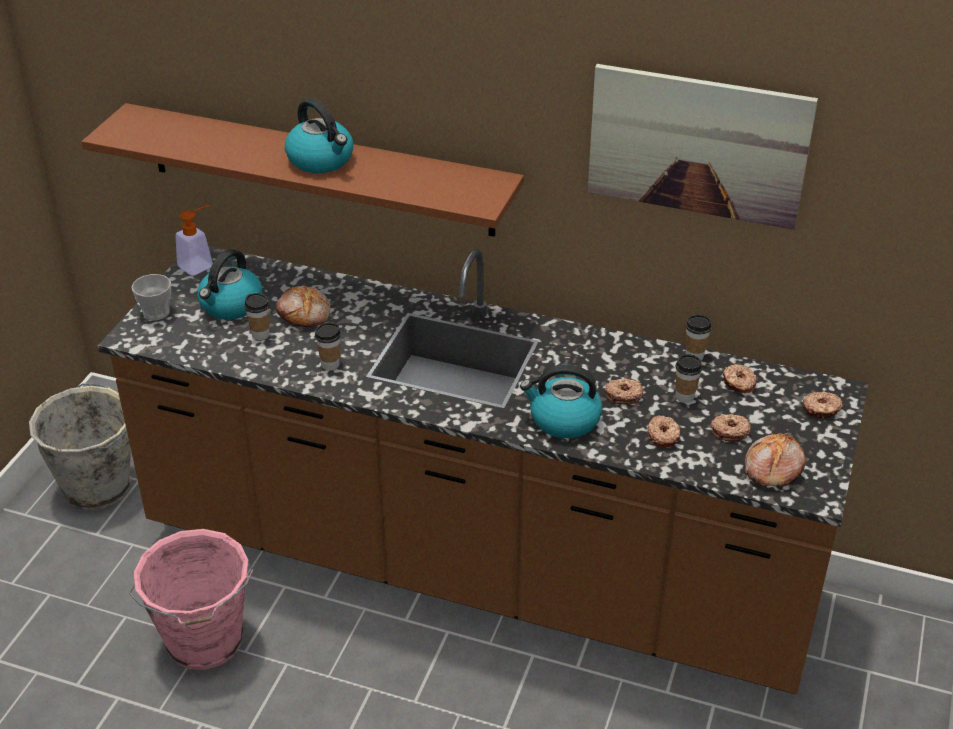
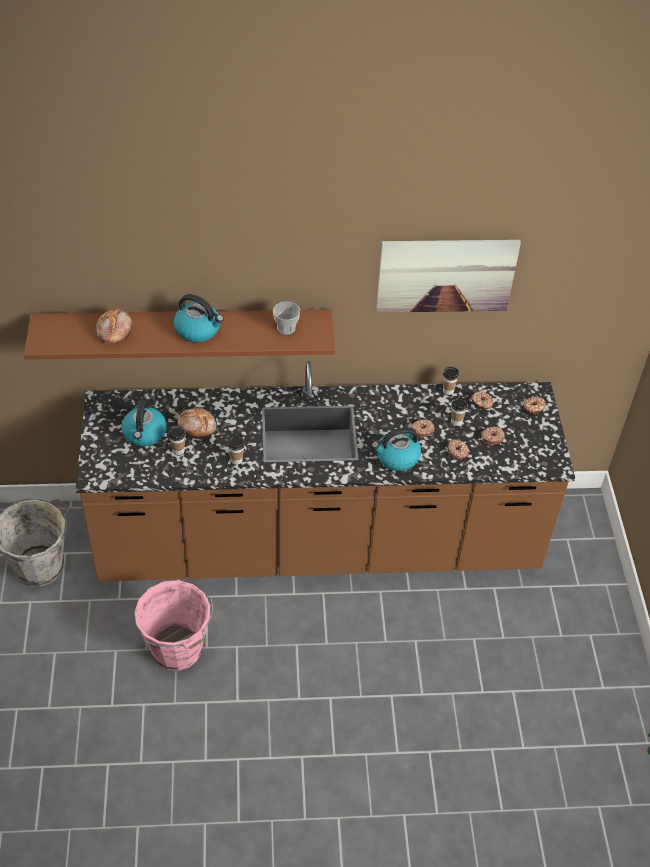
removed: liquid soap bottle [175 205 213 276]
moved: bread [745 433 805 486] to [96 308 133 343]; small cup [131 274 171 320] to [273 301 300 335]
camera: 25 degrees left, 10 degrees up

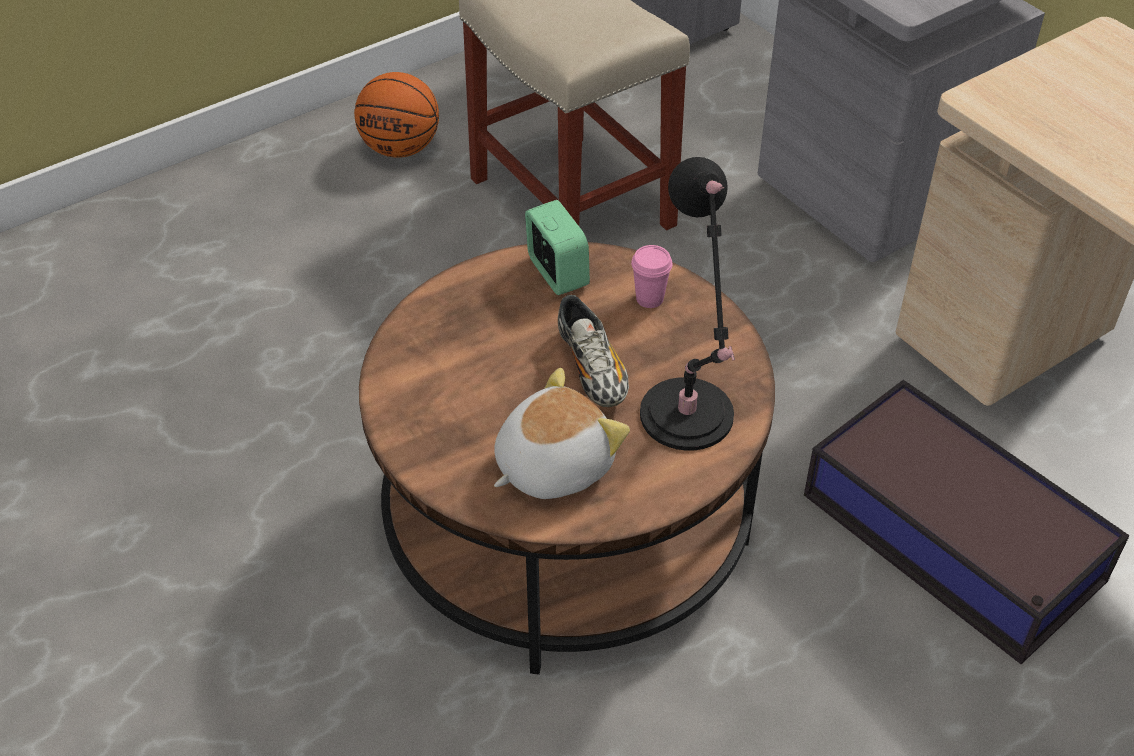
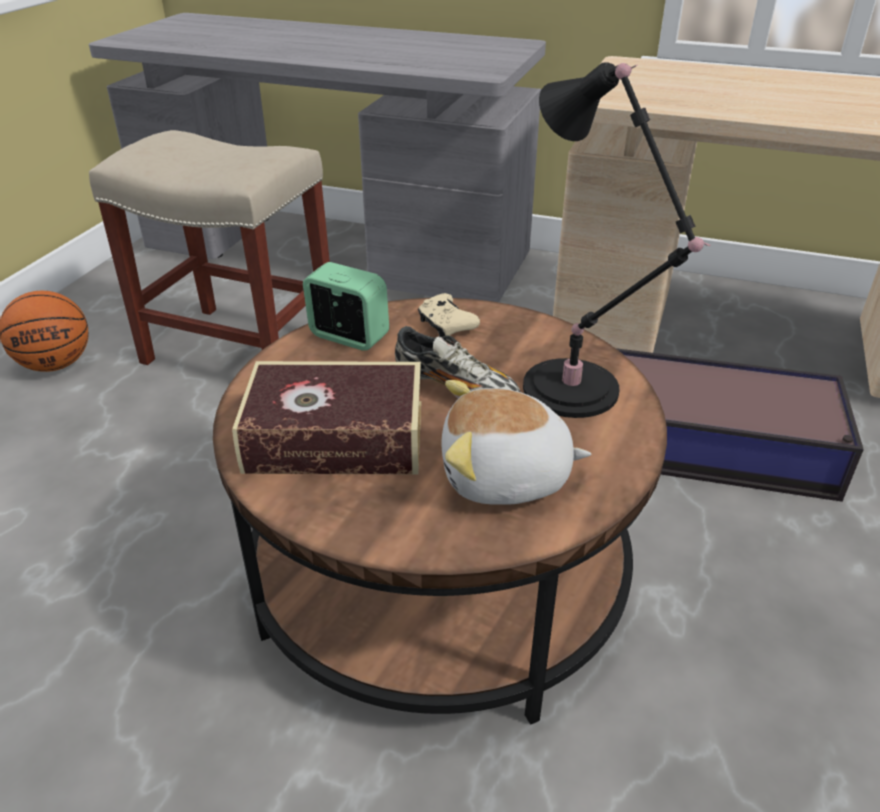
added: book [232 361 421 475]
replaced: pink small cup [631 245 673 308] to sand-coloured joypad [418 293 480 337]
turned: plush toy [494 368 630 499] = [441 380 591 505] 105 degrees counterclockwise
camera: 35 degrees left, 10 degrees down

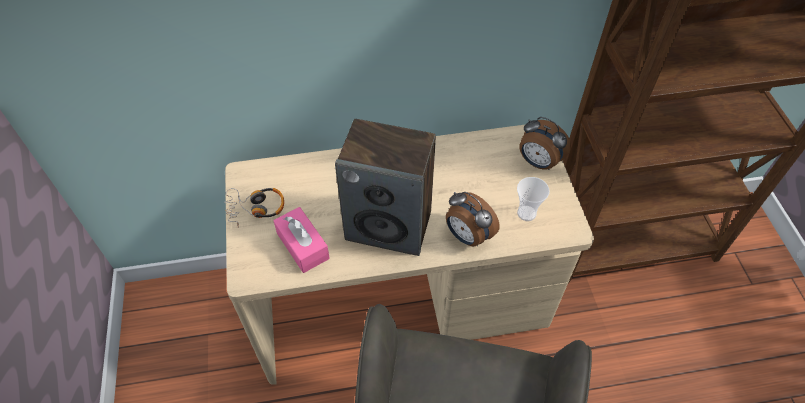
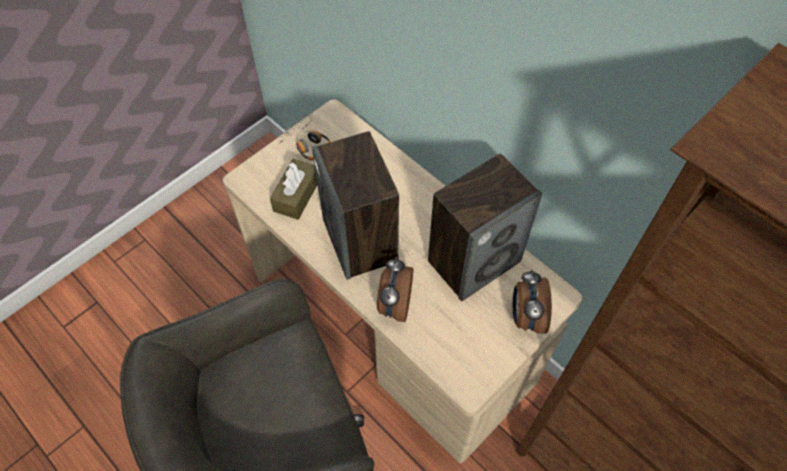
removed: small cup [517 177 550 221]
added: audio speaker [428 153 542 301]
recoloured: pink box of tissues [273 207 330 273] to brown box of tissues [270 159 317 220]
camera: 55 degrees right, 5 degrees up

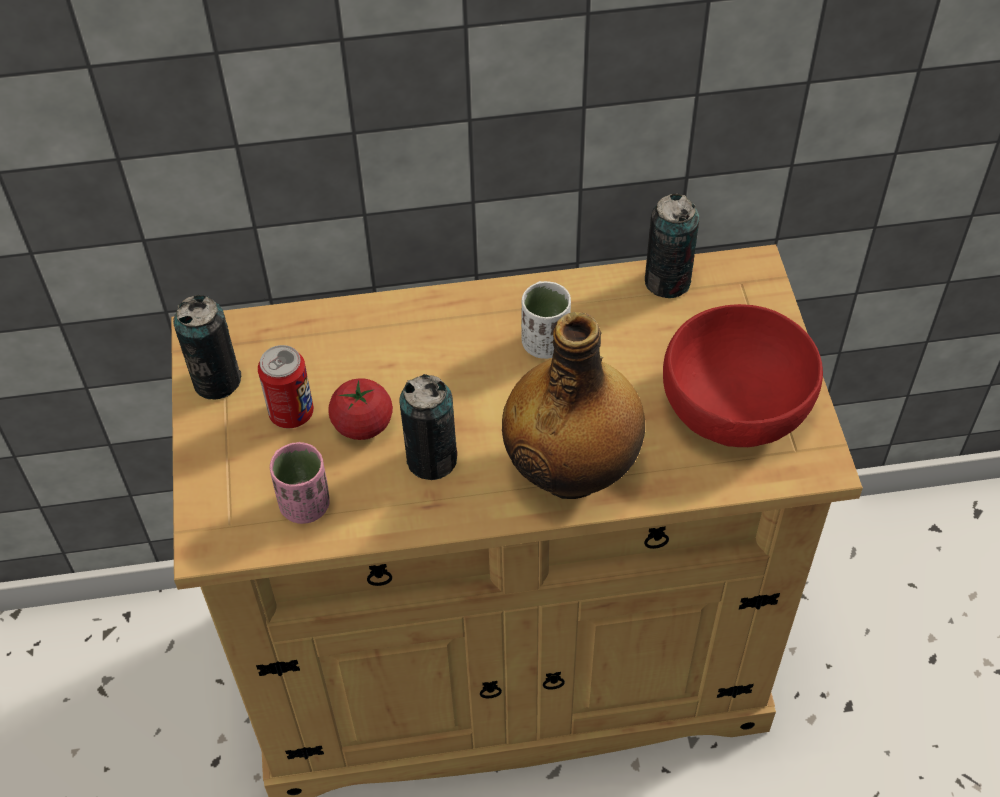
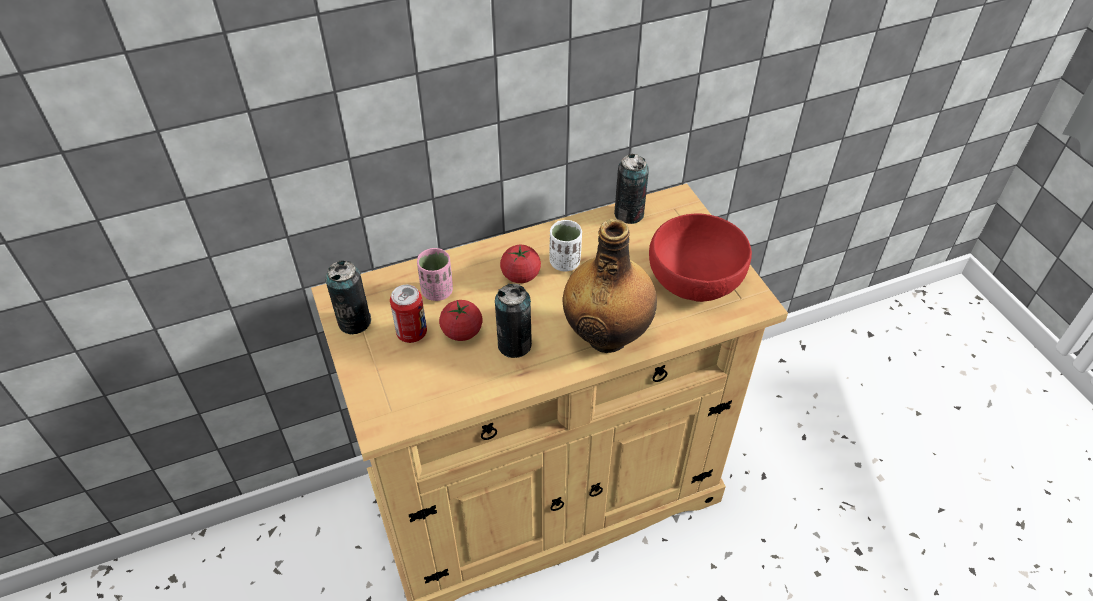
added: whole tomato [500 245 541 283]
moved: pink small cup [270 442 330 524] to [417 248 453 301]
camera: 15 degrees left, 5 degrees down

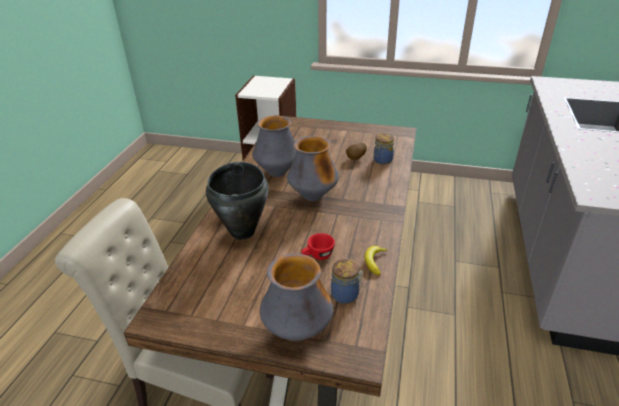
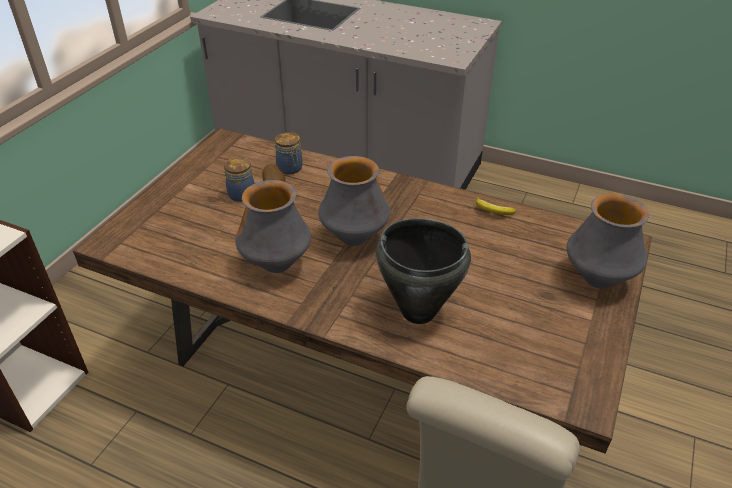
removed: red small cup [301 233 335 260]
moved: jar [331 259 363 304] to [224 157 254 202]
camera: 80 degrees left, 5 degrees up

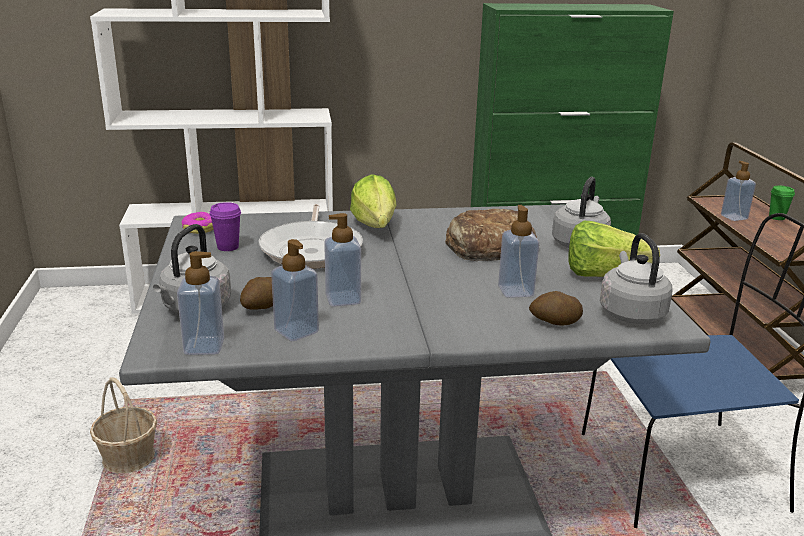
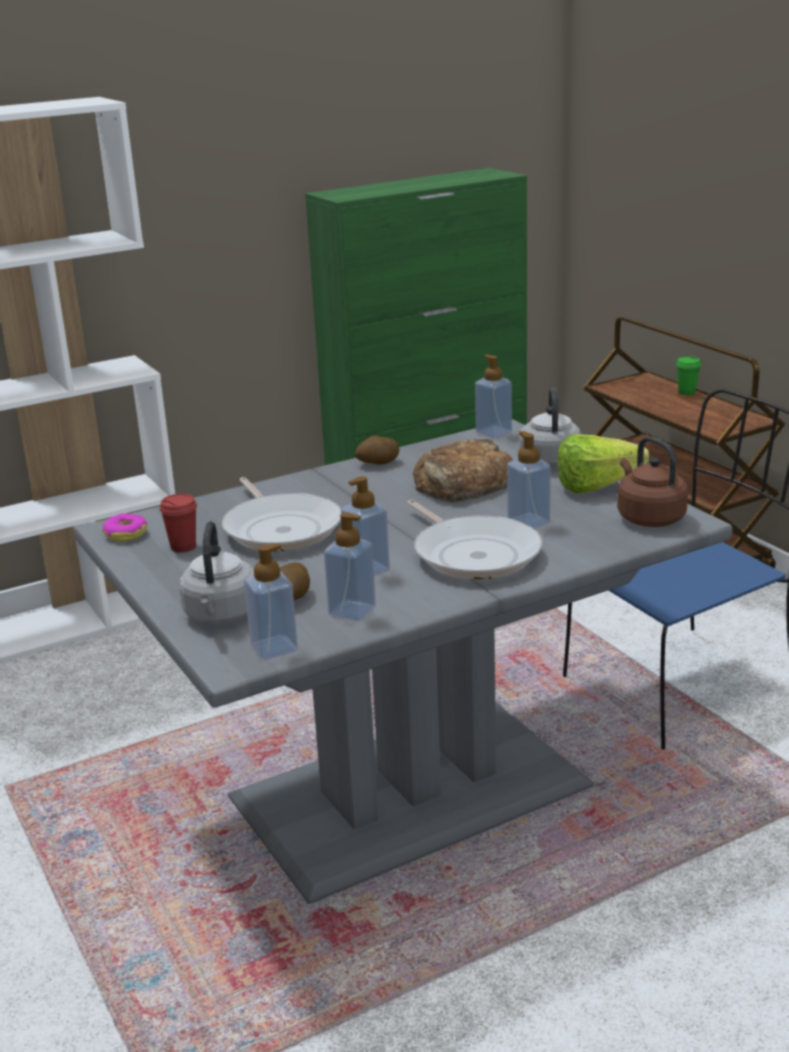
removed: household basket [90 377 157 474]; lettuce head [350 174 396 228]
added: pan [407 500 543 579]
moved: whole potato [529 291 583 326] to [355 436 399 465]; liquid soap bottle [721 161 756 221] to [475 355 512 438]
recoloured: purple small cup [209 202 241 251] to red small cup [160 494 197 553]; greyish tea kettle [600 233 673 324] to brown tea kettle [617 436 688 527]
camera: 20 degrees left, 0 degrees up

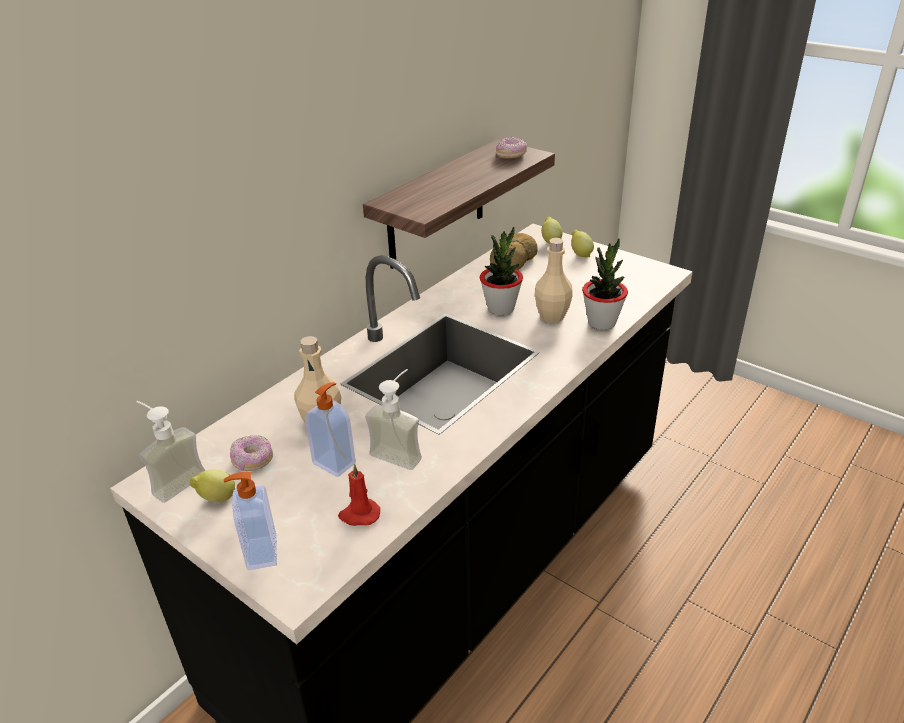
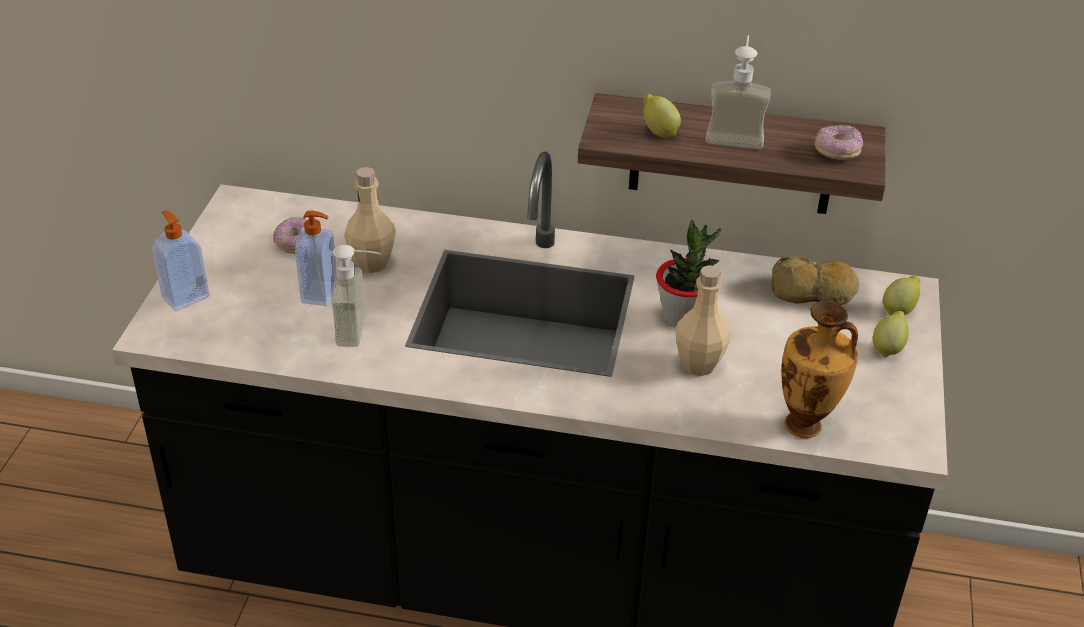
removed: red wax light [338 464 380 526]; potted plant [582 238 628 330]
added: flower vase [781 301 858 438]
moved: whole lemon [189 470 235 503] to [643 94 681 138]; liquid soap bottle [137 401 205 503] to [706 35 771 149]
camera: 60 degrees right, 5 degrees up

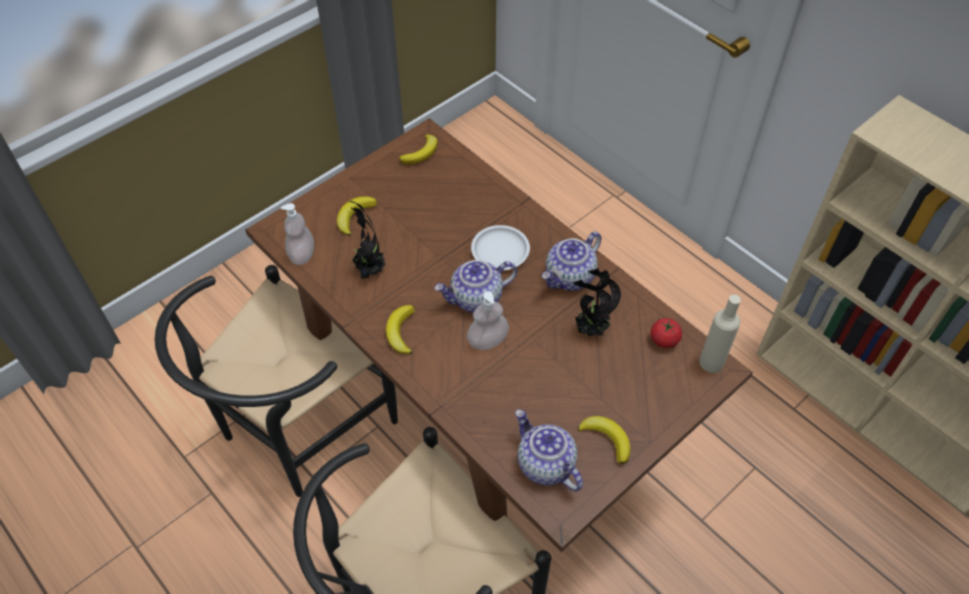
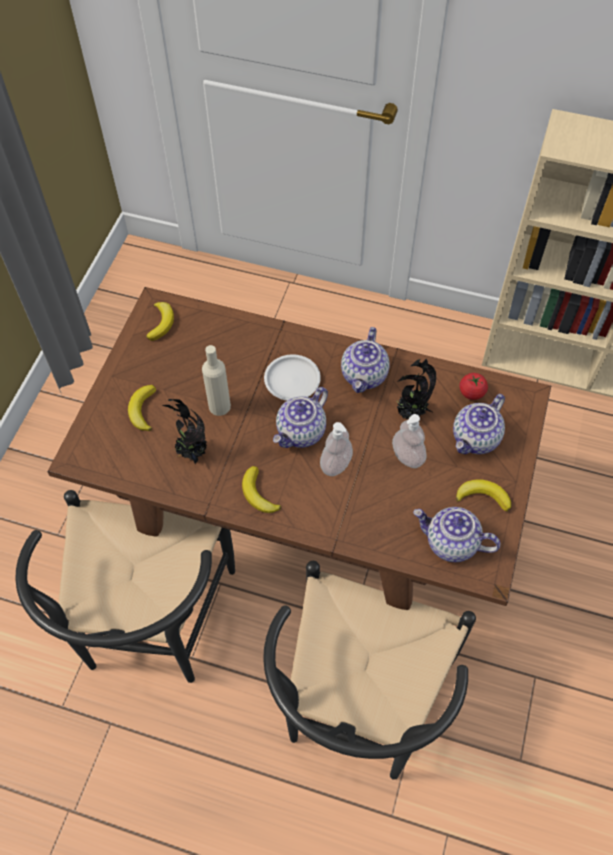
added: pot for tea [453 394 505 454]
moved: sand-coloured bottle [699 295 741 373] to [202 345 231 416]; liquid soap bottle [281 203 314 265] to [392 414 426 468]
camera: 30 degrees left, 5 degrees up

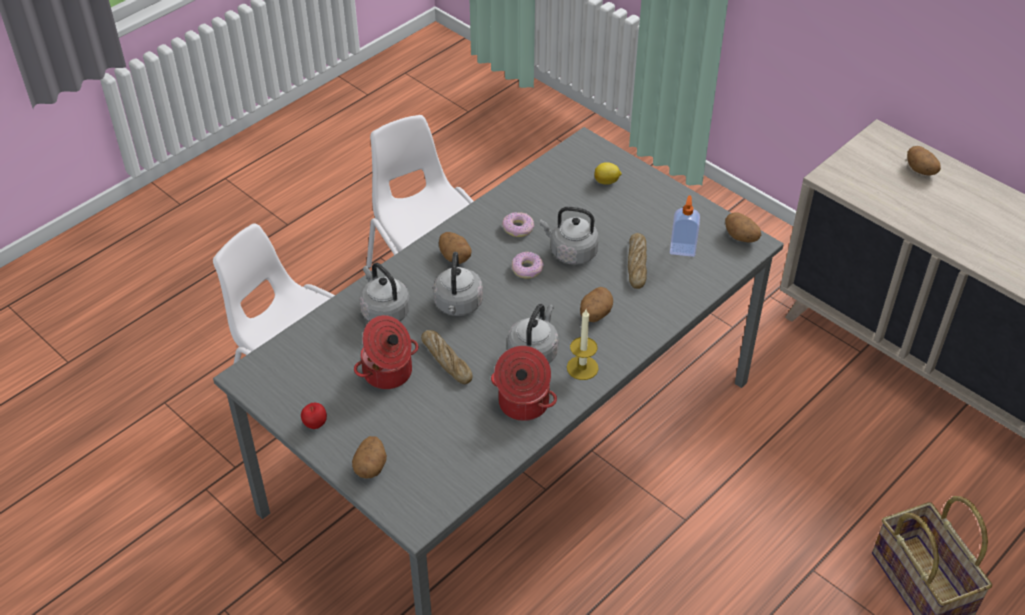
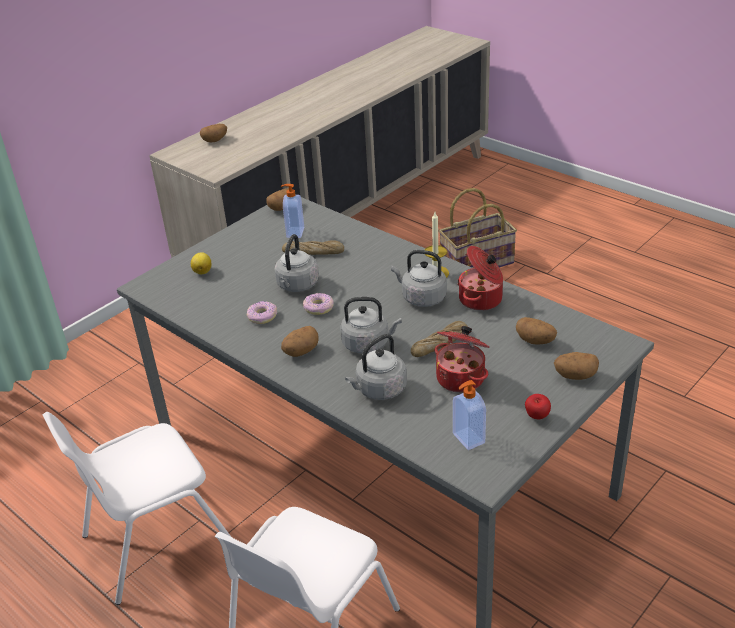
added: liquid soap bottle [453 380 486 450]
moved: whole potato [580 287 613 322] to [516 317 557 345]
camera: 90 degrees left, 10 degrees down

